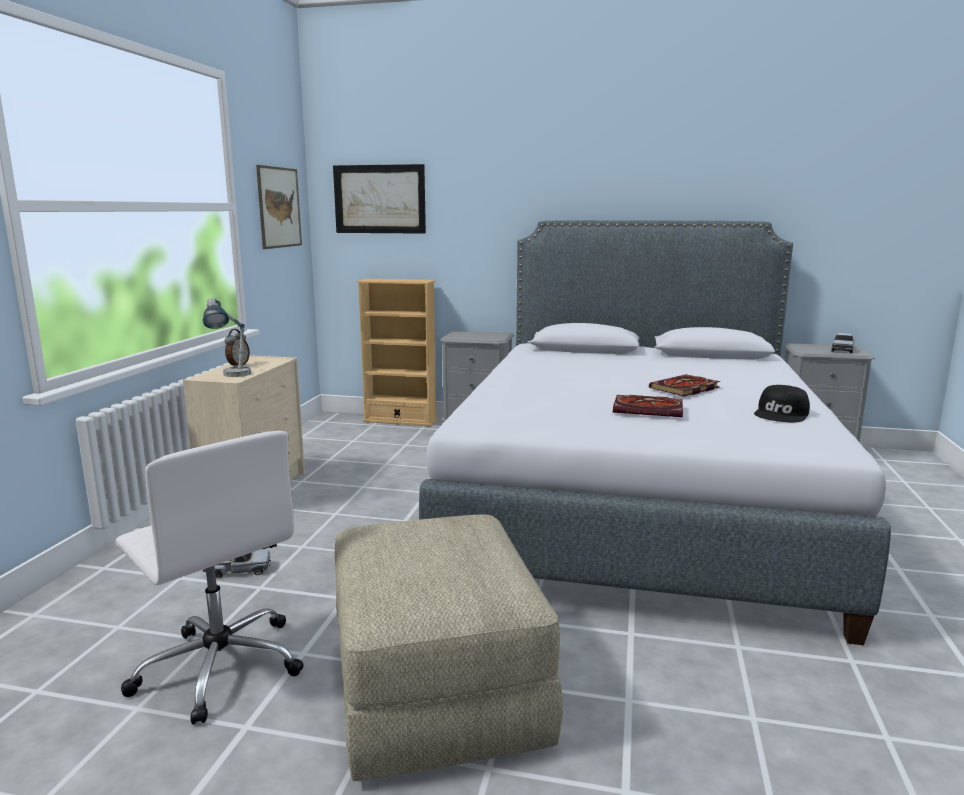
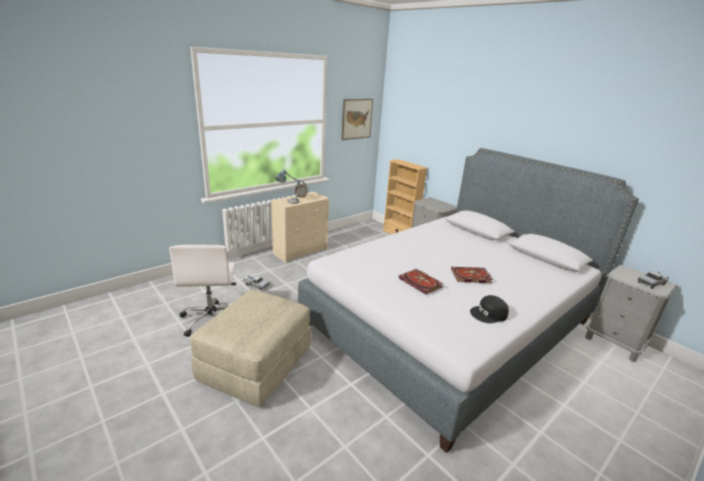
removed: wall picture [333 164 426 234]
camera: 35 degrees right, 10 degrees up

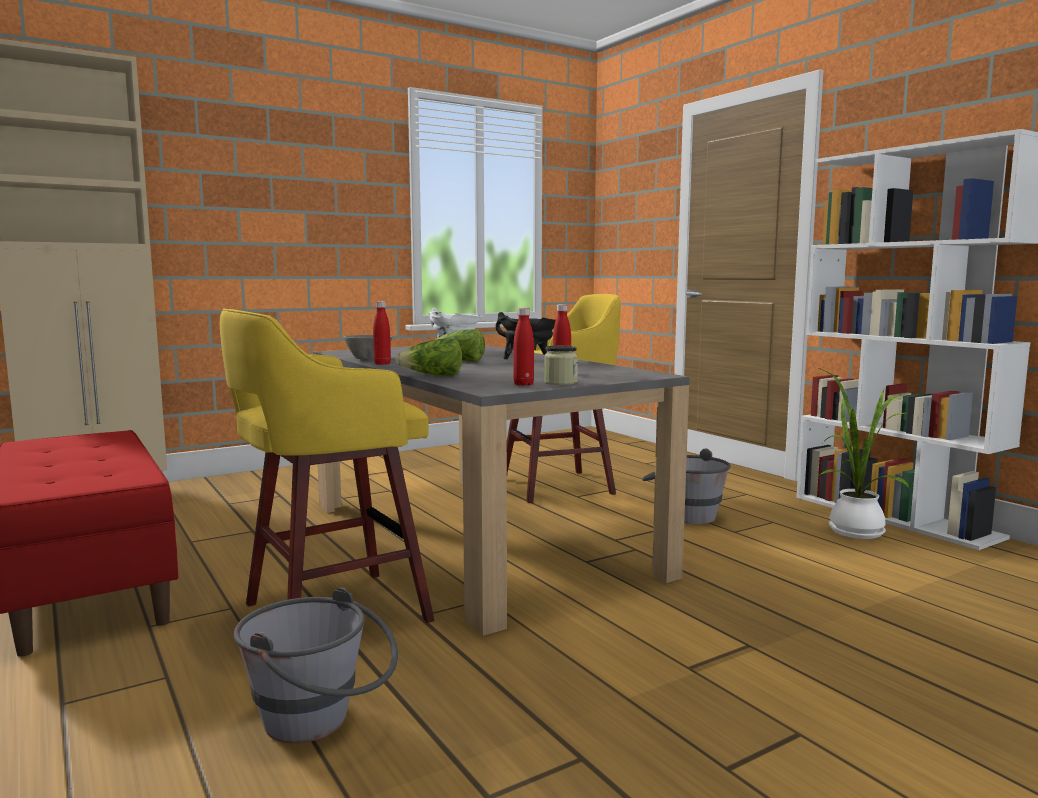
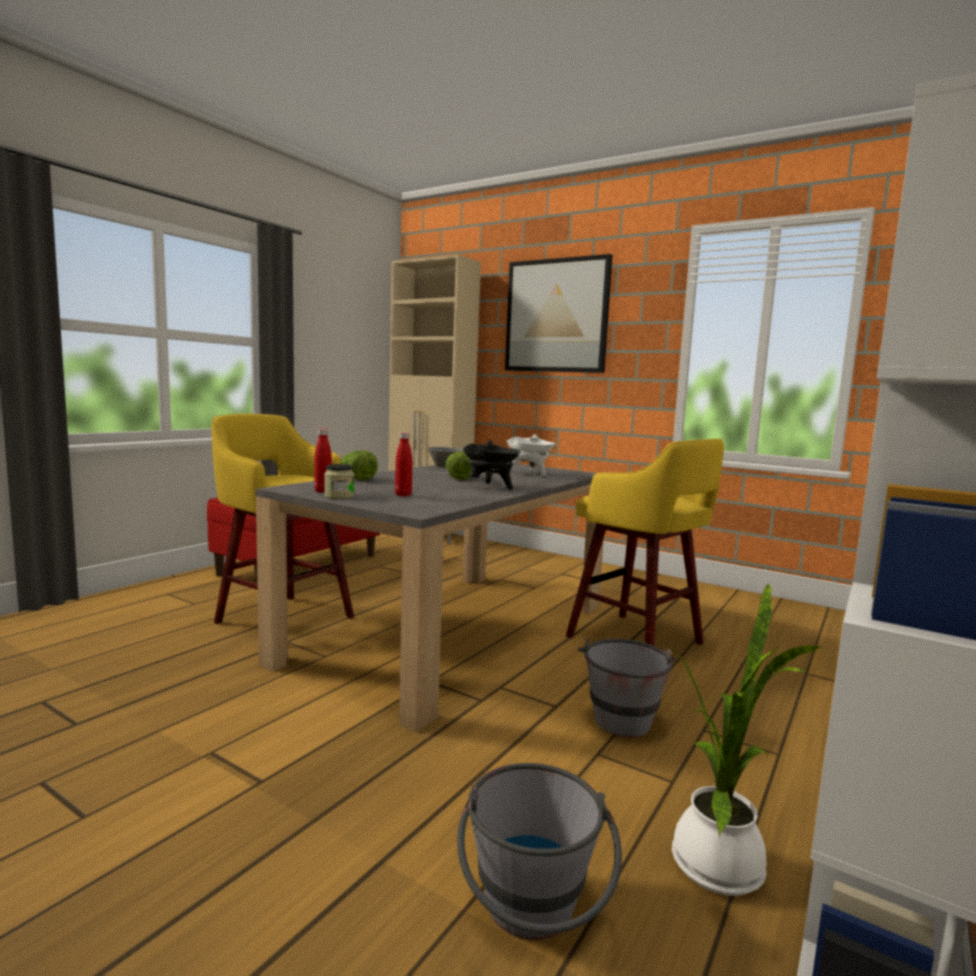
removed: red bottle [373 301 391 365]
added: wall picture [505 254 613 373]
moved: greyish bucket [234 588 398 743] to [457 763 622 940]
camera: 65 degrees right, 0 degrees up

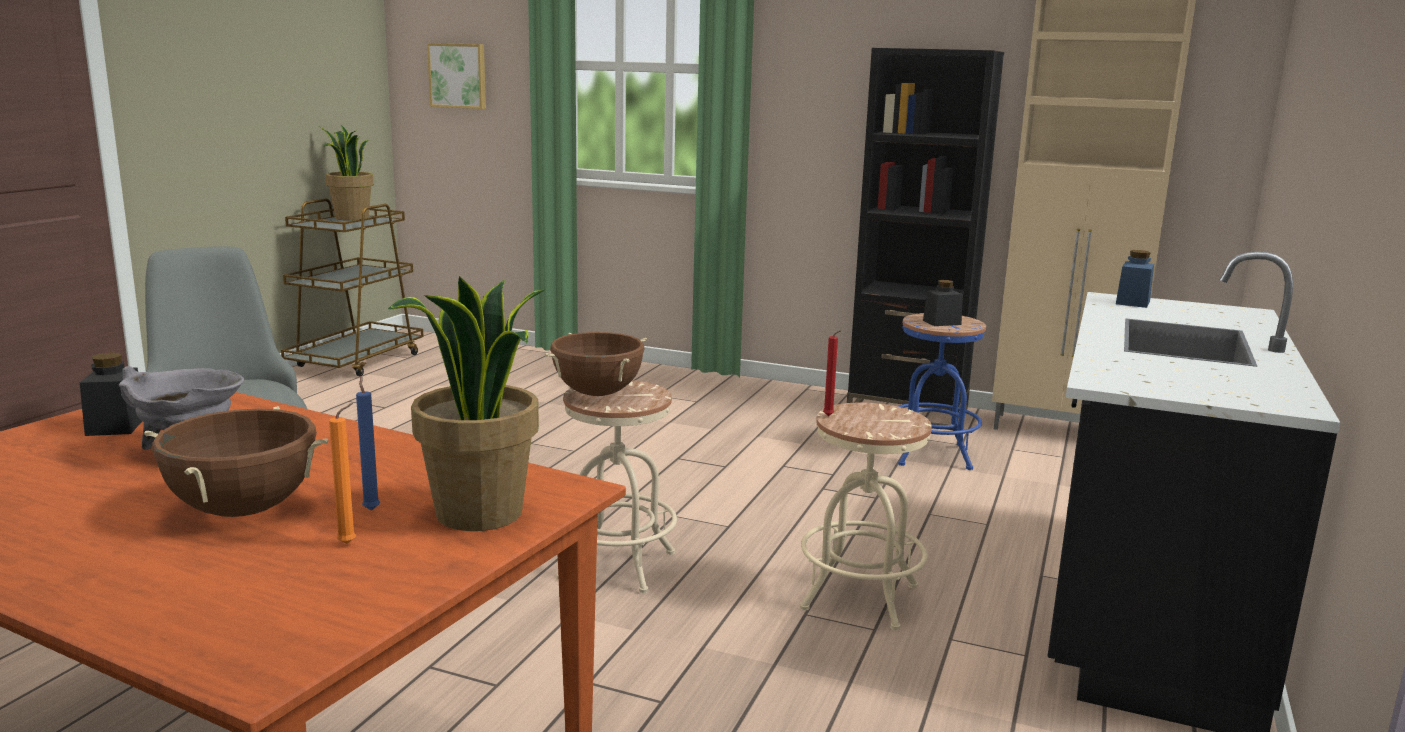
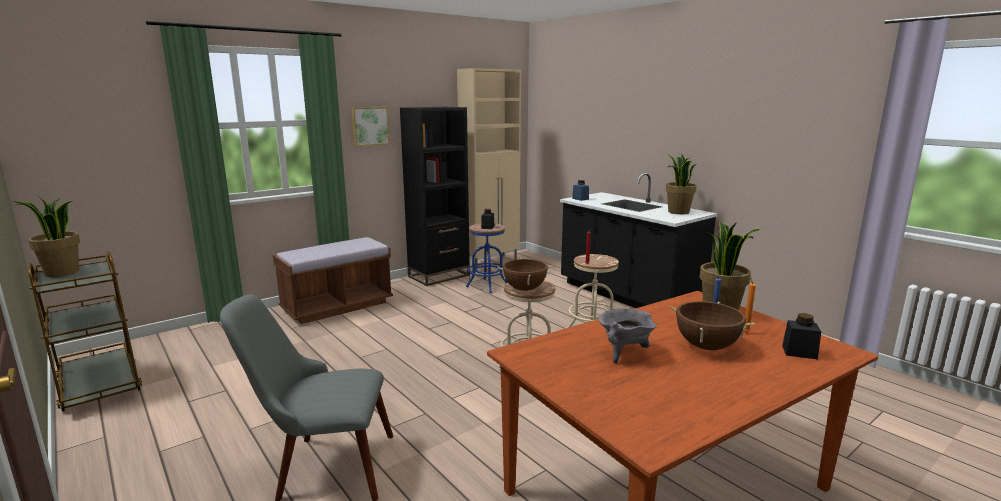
added: brown indoor bench [273 237 393 324]; potted plant [666 154 697 214]
moved: wall picture [427 43 486 109] to [351 107 390 146]; blackish jar [80 352 142 436] to [782 313 821 359]
camera: 60 degrees left, 0 degrees up

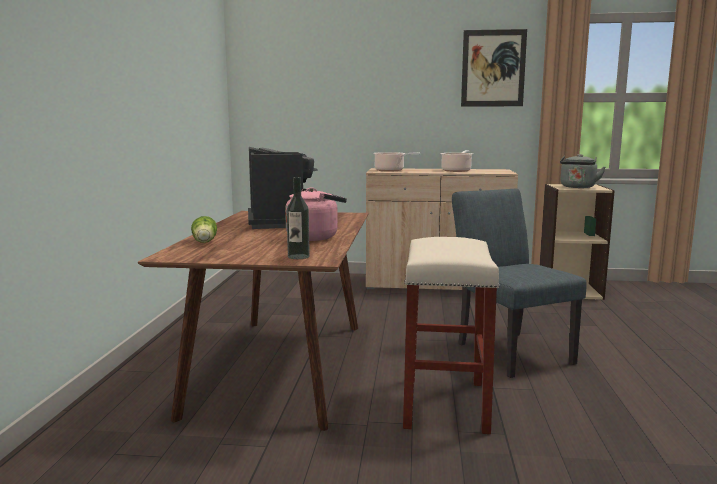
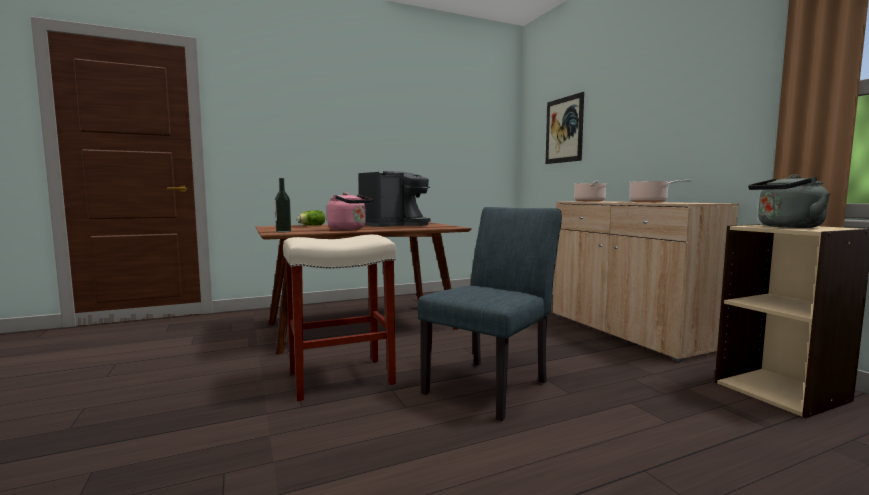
moved: wall picture [461 29 527 106] to [545 92 584 164]
camera: 60 degrees right, 5 degrees down

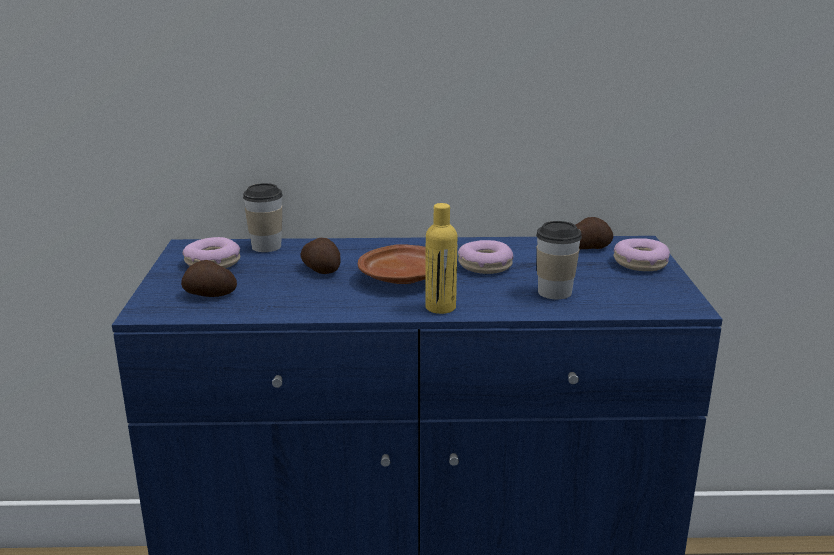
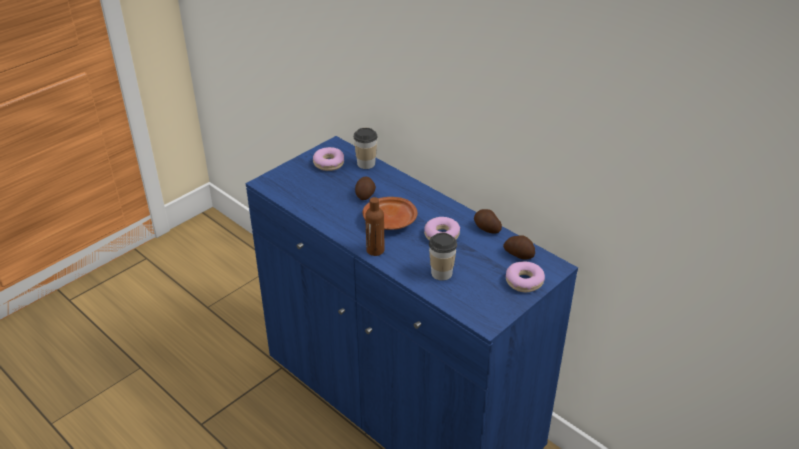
moved: whole potato [181 260 237 297] to [474 209 502 234]
recoloured: yellow bottle [425 203 457 314] to brown bottle [365 197 384 256]
camera: 45 degrees right, 15 degrees up

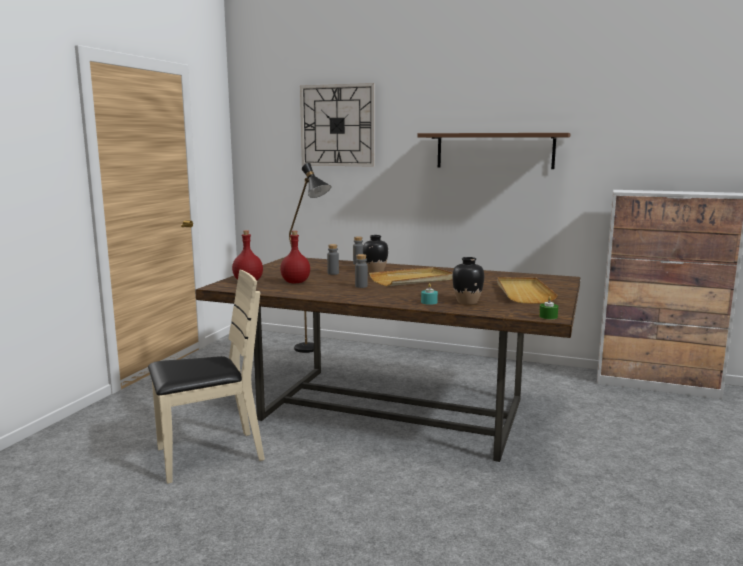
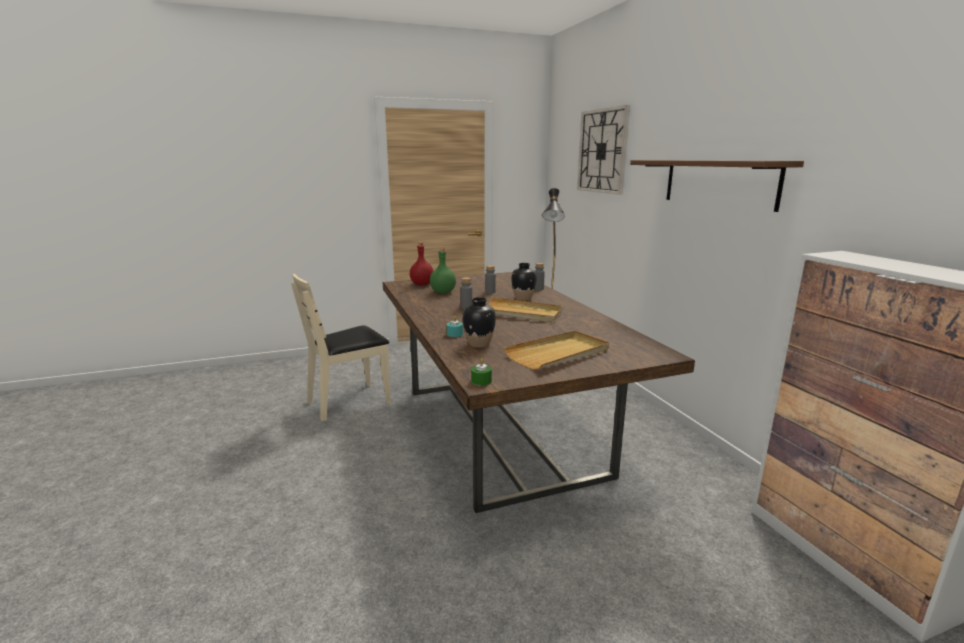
recoloured: red bottle [280 231 310 283] to green bottle [430 248 456 293]
turned: sand-coloured chair [148 270 265 484] = [291 274 391 421] 120 degrees clockwise
camera: 50 degrees right, 5 degrees up

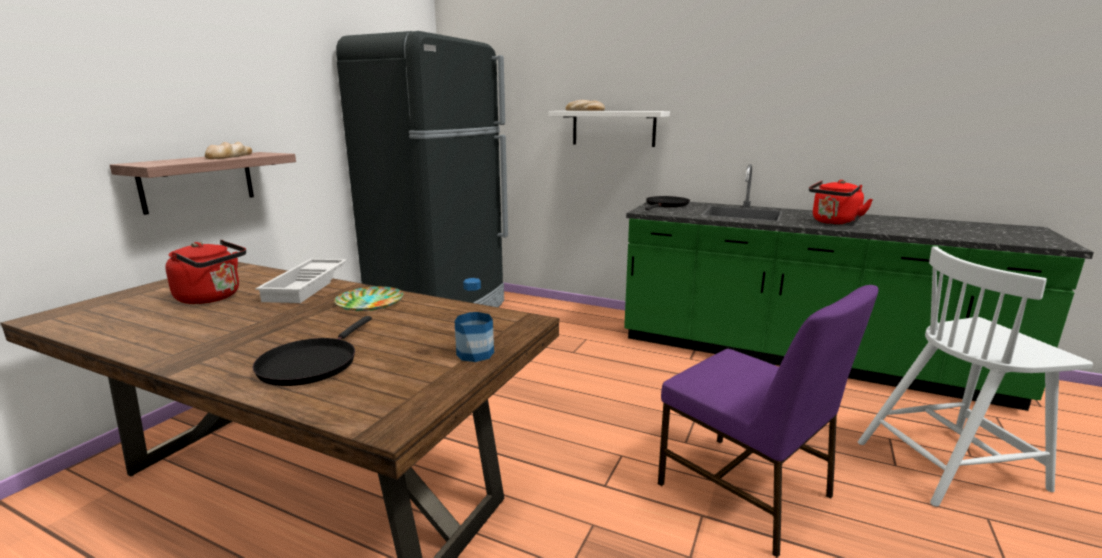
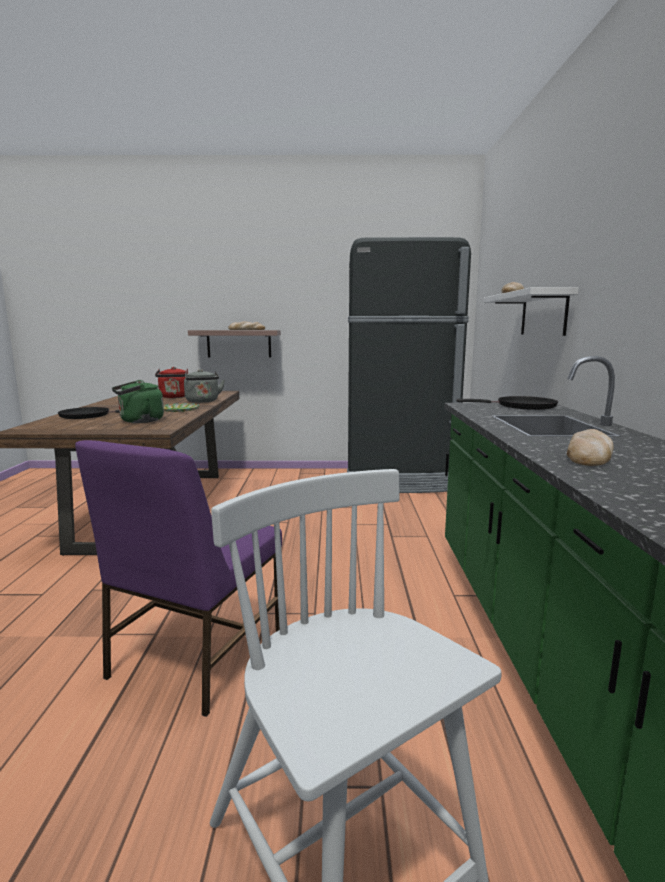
removed: bottle [455 278 494 362]
added: green tea kettle [112 380 164 423]
replaced: whitish tray [255 259 348 303] to greyish tea kettle [184 369 225 403]; red tea kettle [809 180 873 225] to bread [567 429 614 466]
camera: 65 degrees right, 5 degrees down

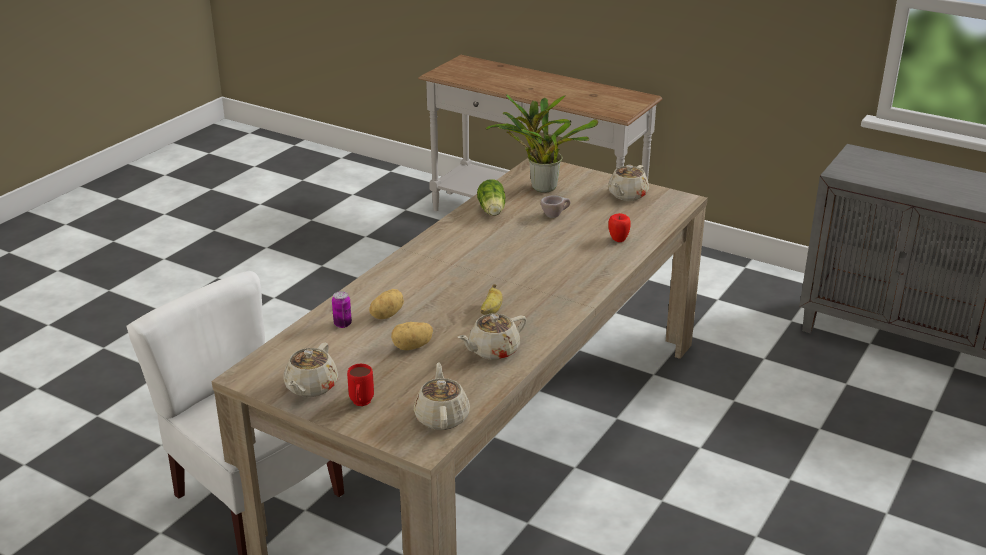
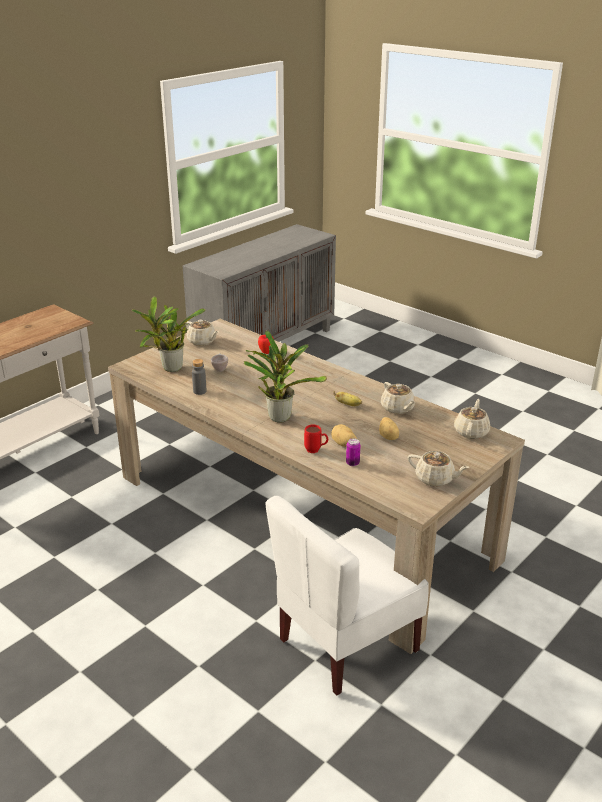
added: potted plant [244 331 327 423]
moved: red tea mug [347 364 374 406] to [304 425 328 453]
replaced: lettuce head [477 179 505 216] to greyish bottle [192 359 207 395]
turned: sand-coloured pot for tea [414 362 470 430] = [454 399 490 439] 105 degrees clockwise
camera: 80 degrees left, 0 degrees up

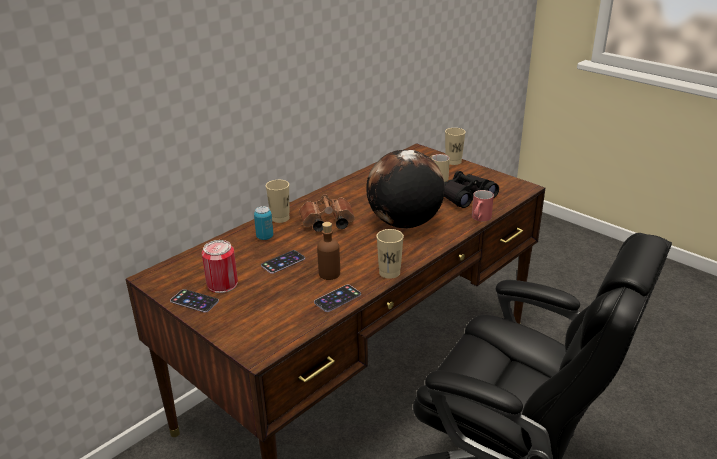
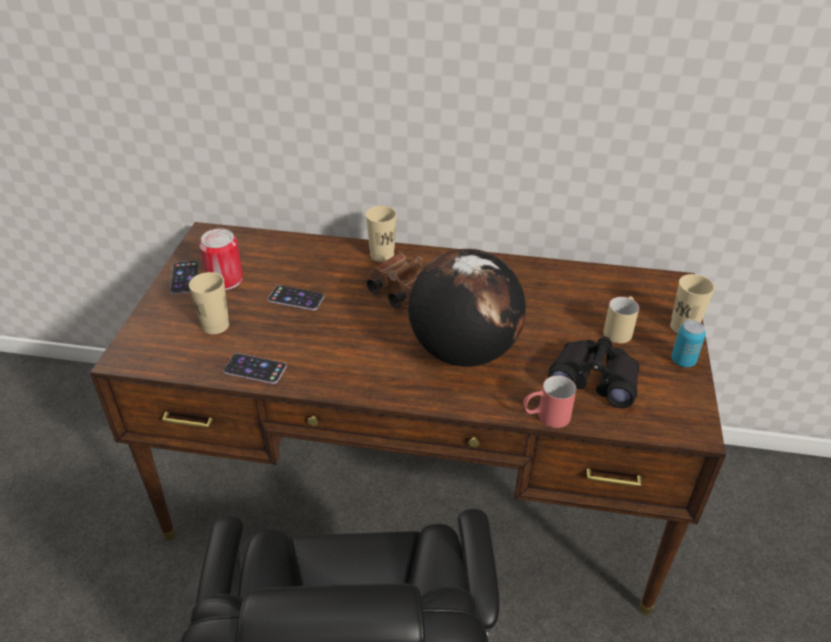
removed: brown bottle [317 222 340 280]
moved: sand-coloured small cup [376 229 404 279] to [189 272 229 334]; can [254 206 273 240] to [671 320 706 367]
camera: 55 degrees right, 10 degrees up

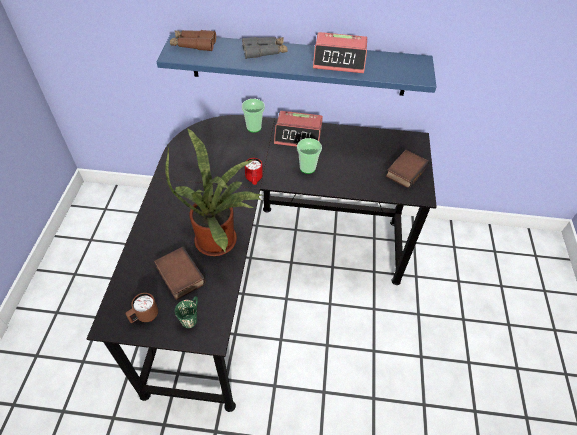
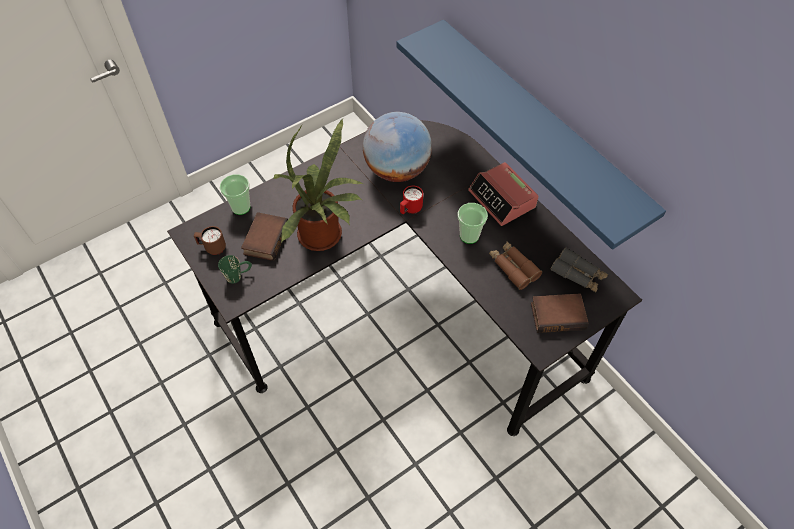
removed: alarm clock [313 32 367 73]
added: desk globe [363 112 432 182]
moved: small cup [242 99 265 133] to [220 174 251 215]; brown binoculars [170 30 216 51] to [489 241 542 290]; greyish binoculars [242 37 287 59] to [551 247 608 292]
camera: 50 degrees right, 5 degrees up

